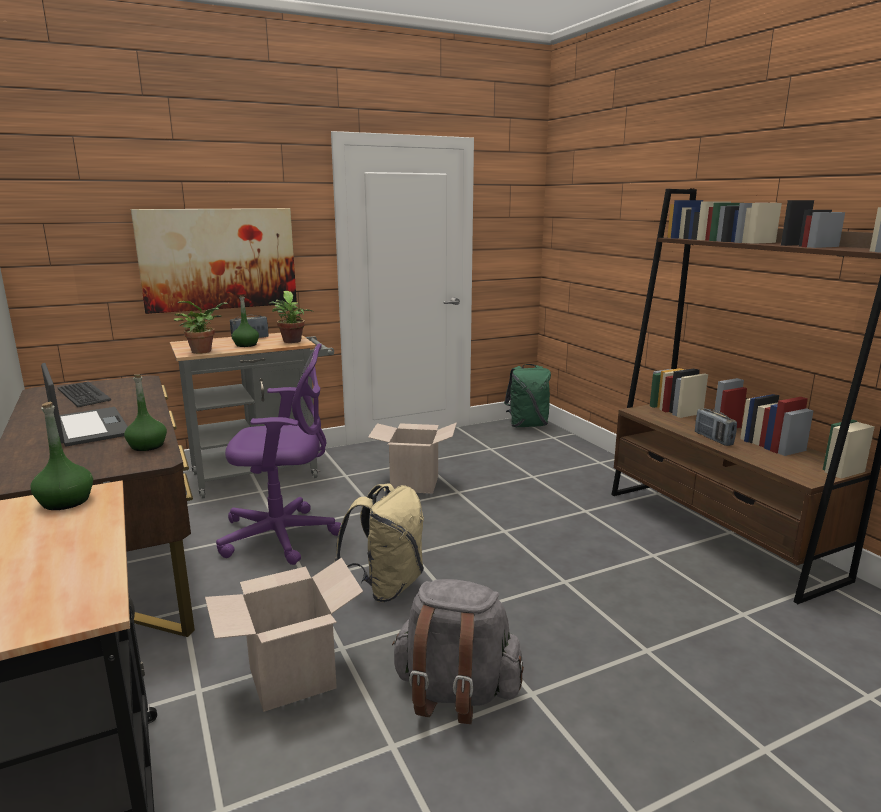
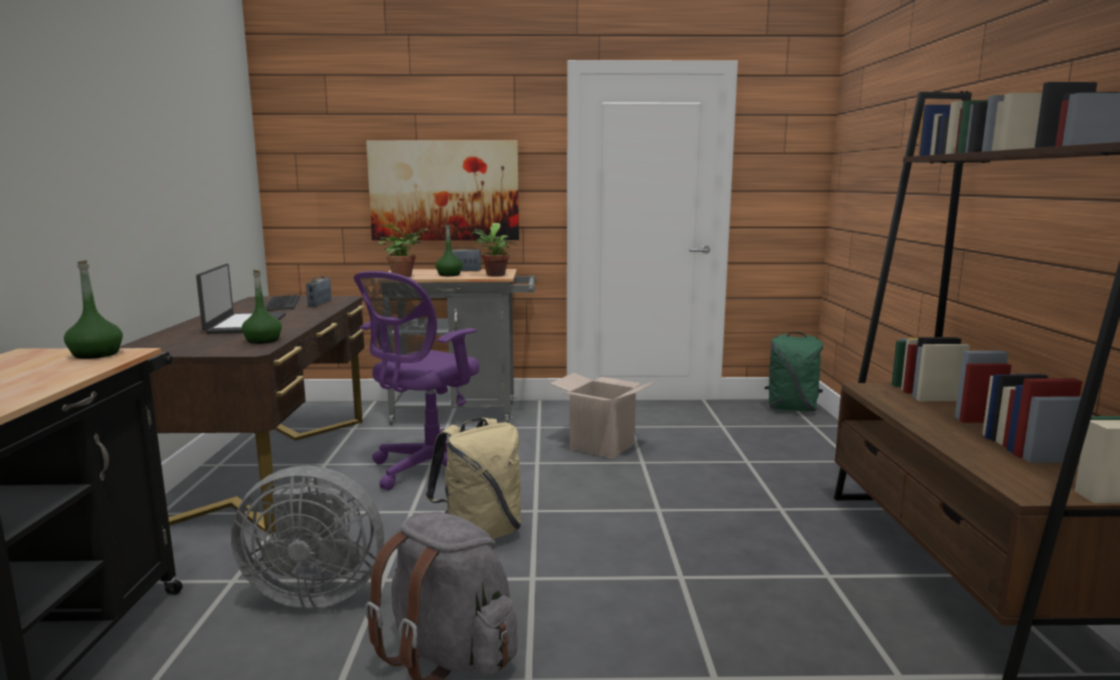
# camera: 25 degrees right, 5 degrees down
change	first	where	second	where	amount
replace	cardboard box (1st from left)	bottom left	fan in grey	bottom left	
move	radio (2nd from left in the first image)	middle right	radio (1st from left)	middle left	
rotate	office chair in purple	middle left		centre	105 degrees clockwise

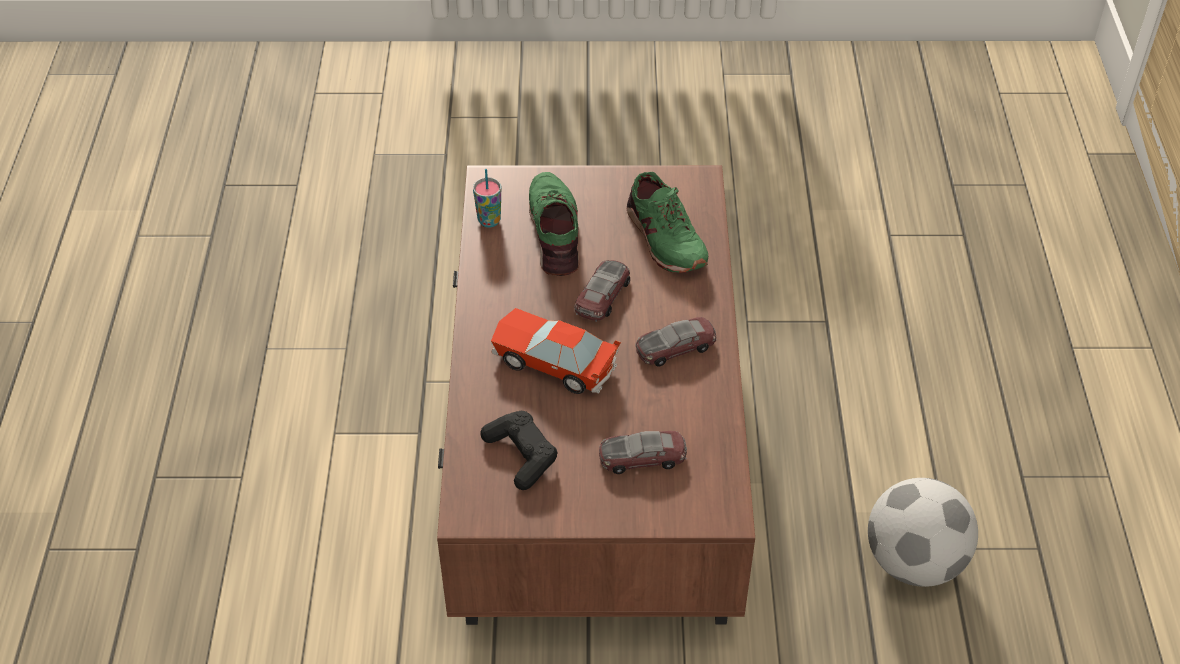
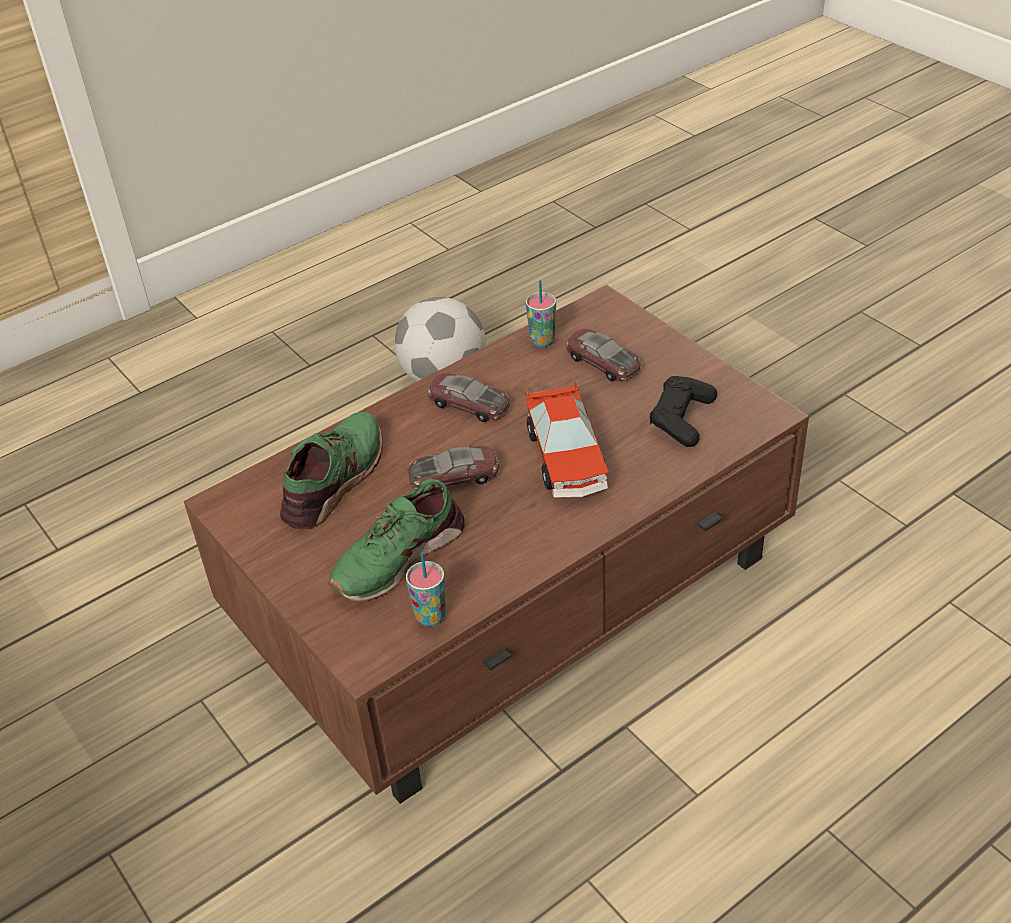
# camera: 125 degrees left, 5 degrees down
change	first	where	second	where	amount
insert			cup (2nd from left)	centre	

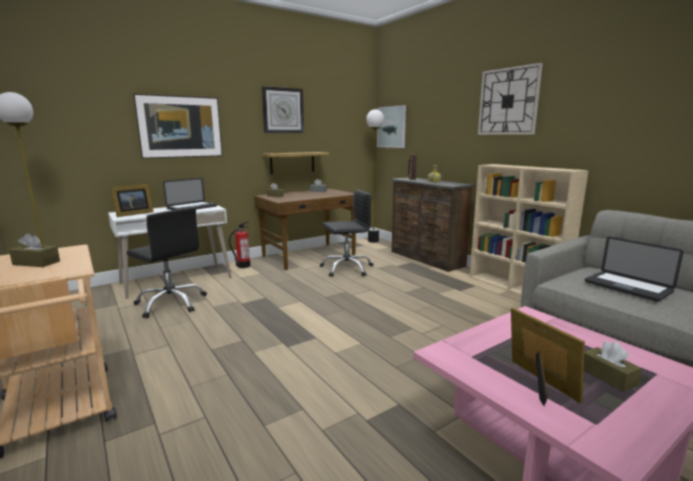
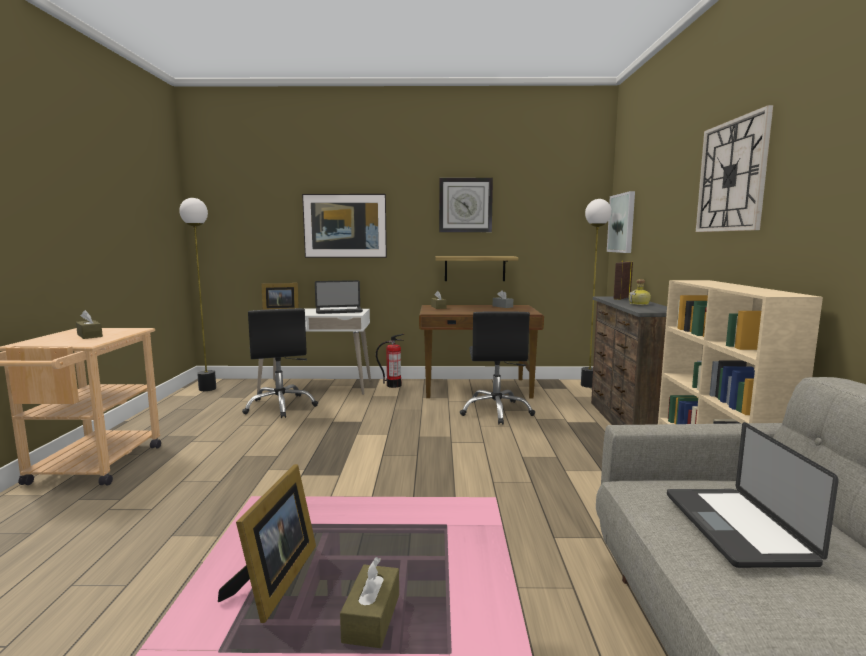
# camera: 35 degrees right, 5 degrees down
change	first	where	second	where	amount
rotate	office chair in black (2nd from left)	centre		centre	75 degrees clockwise

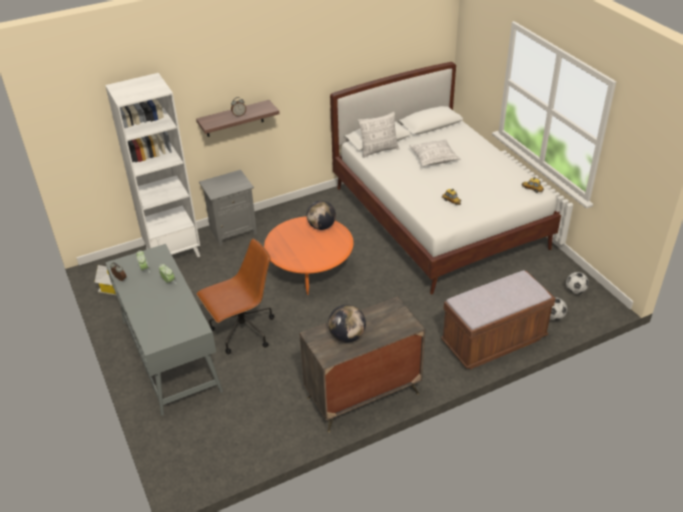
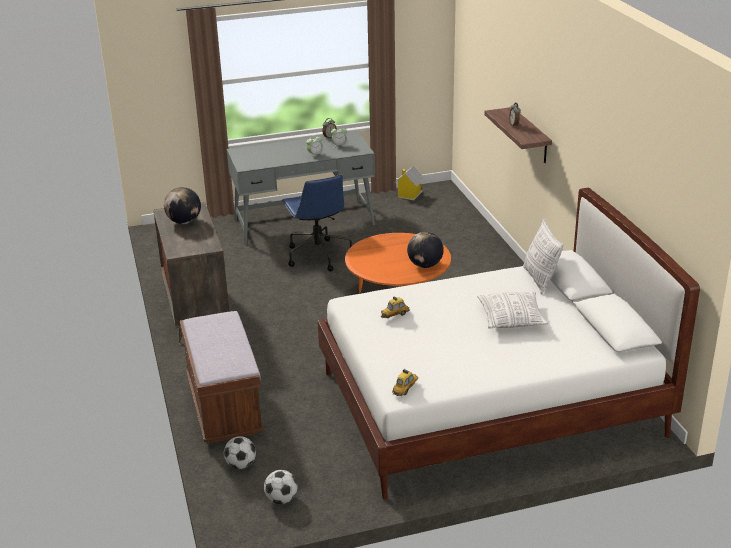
# camera: 100 degrees right, 10 degrees down
change	first	where	second	where	amount
recolor	office chair in brown	centre	office chair in blue	centre	
delete	bookcase in white	top left			
delete	nightstand in grey	centre			

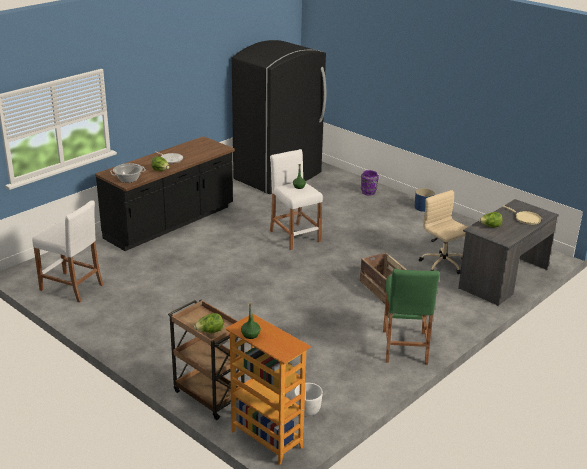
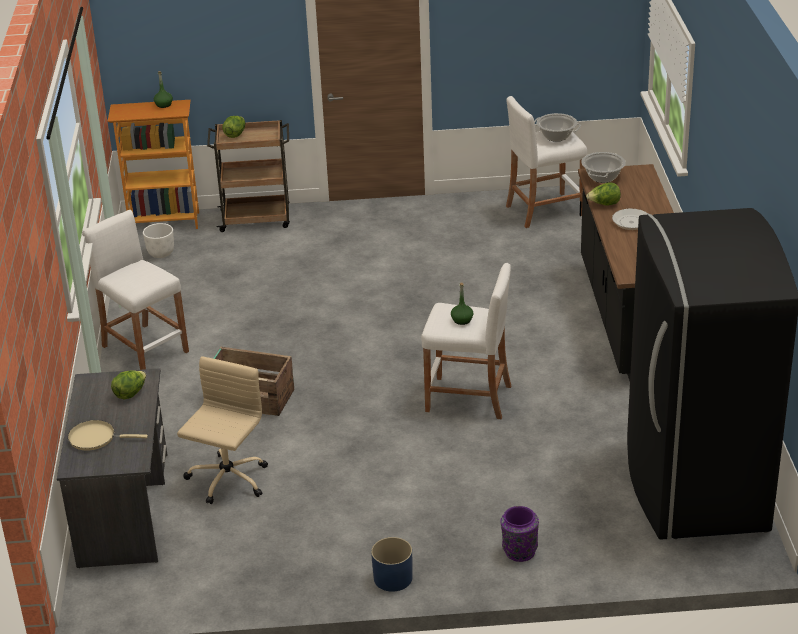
# camera: 135 degrees right, 5 degrees up
change	first	where	second	where	amount
recolor	stool in green	bottom right	stool in white (1st from left)	middle left	
rotate	office chair in beige	middle right		bottom left	75 degrees counterclockwise
insert			cooking pot (1st from left)	top right	

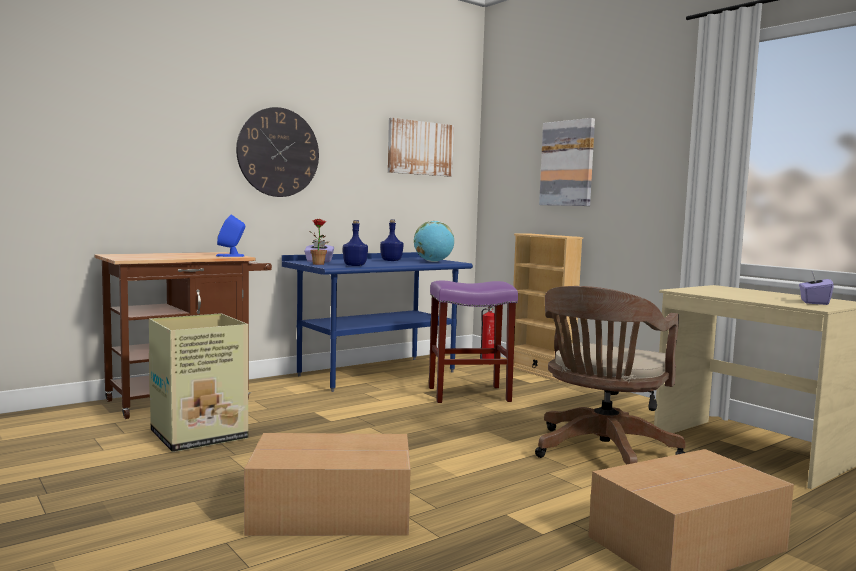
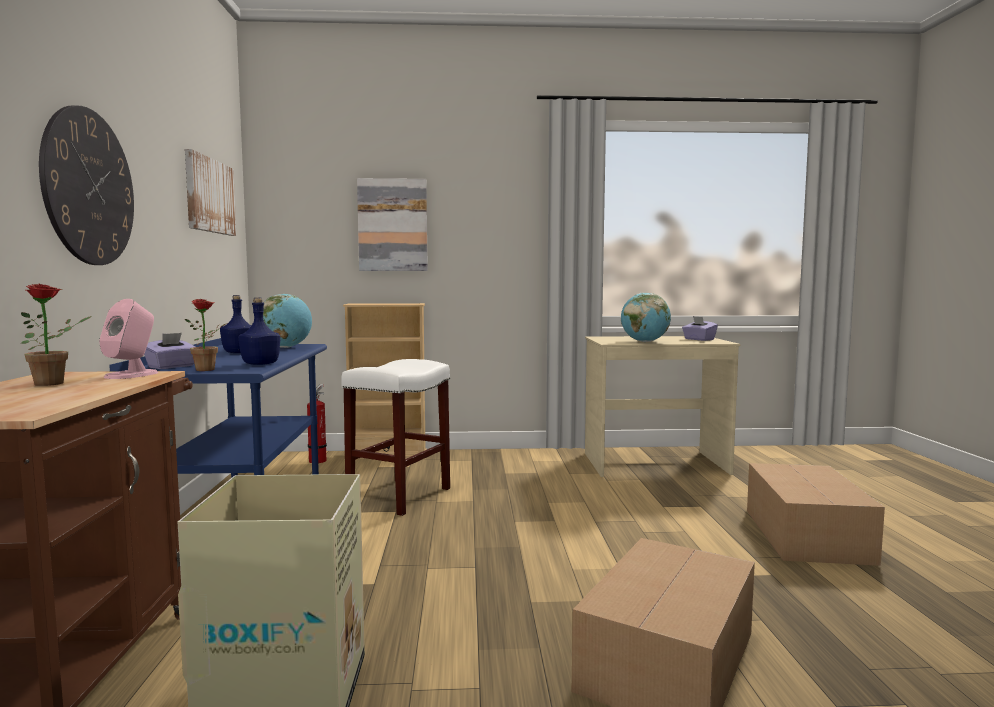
# camera: 55 degrees left, 0 degrees up
change	first	where	second	where	amount
insert			potted plant (1st from left)	middle left	
recolor	speaker in blue	middle left	speaker in pink	middle left	
recolor	stool in purple	centre	stool in white	centre	
insert			globe (2nd from left)	centre	
delete	office chair in brown	middle right			

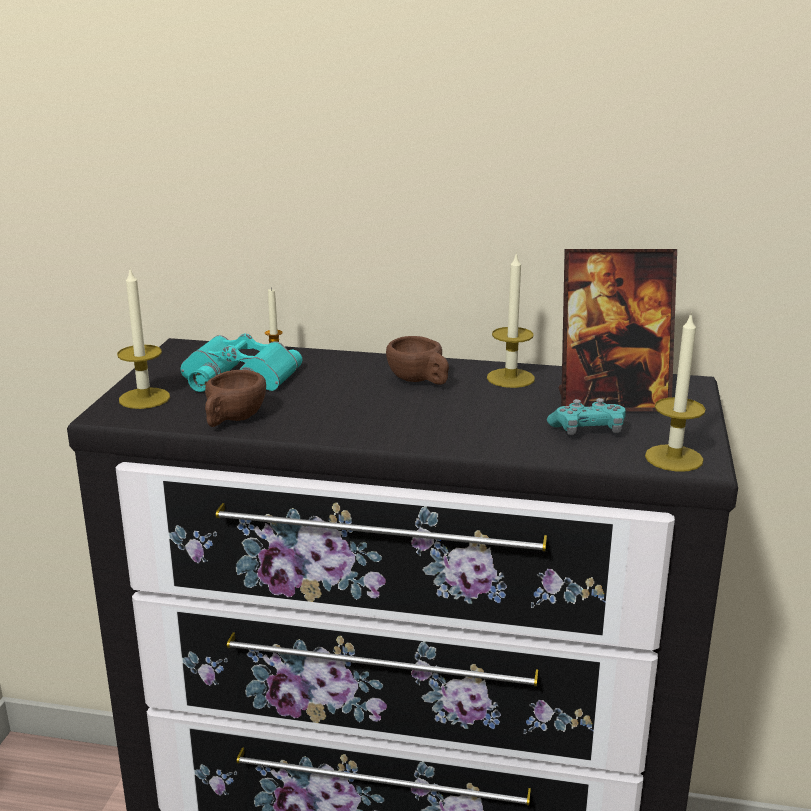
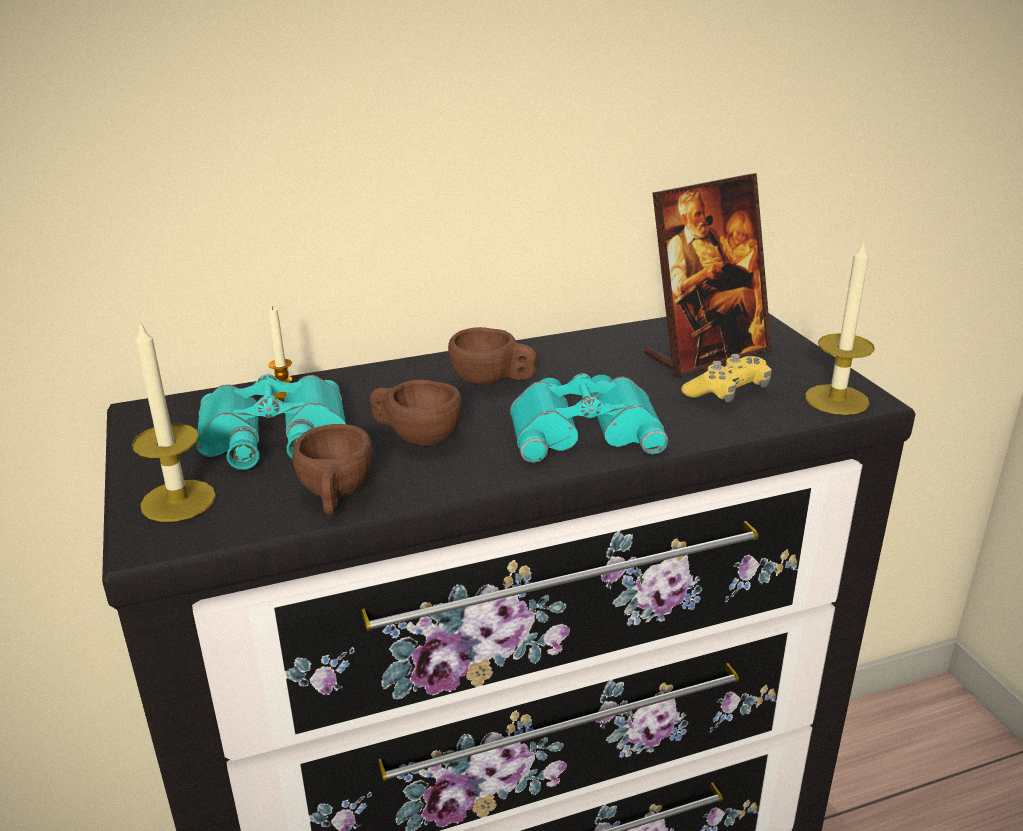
# camera: 30 degrees left, 5 degrees up
change	first	where	second	where	amount
insert			cup in brown (2nd from left)	centre	
insert			binoculars in turquoise (2nd from left)	centre	
recolor	game controller in turquoise	middle right	game controller in yellow	middle right	
delete	candle (3rd from left)	centre			

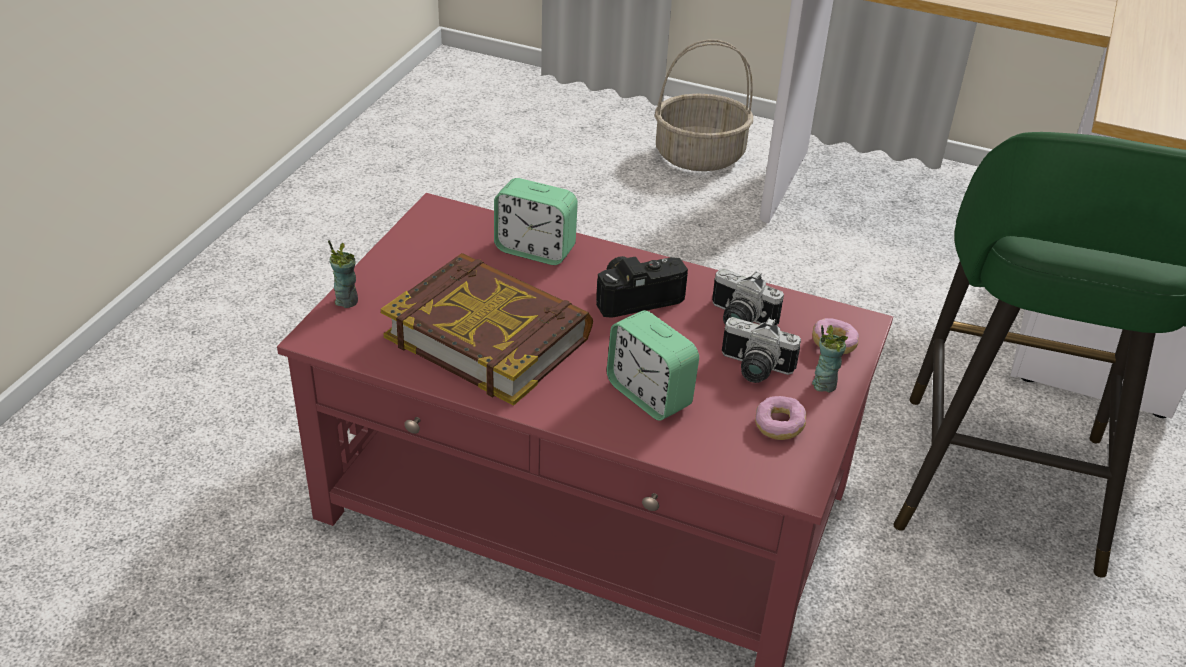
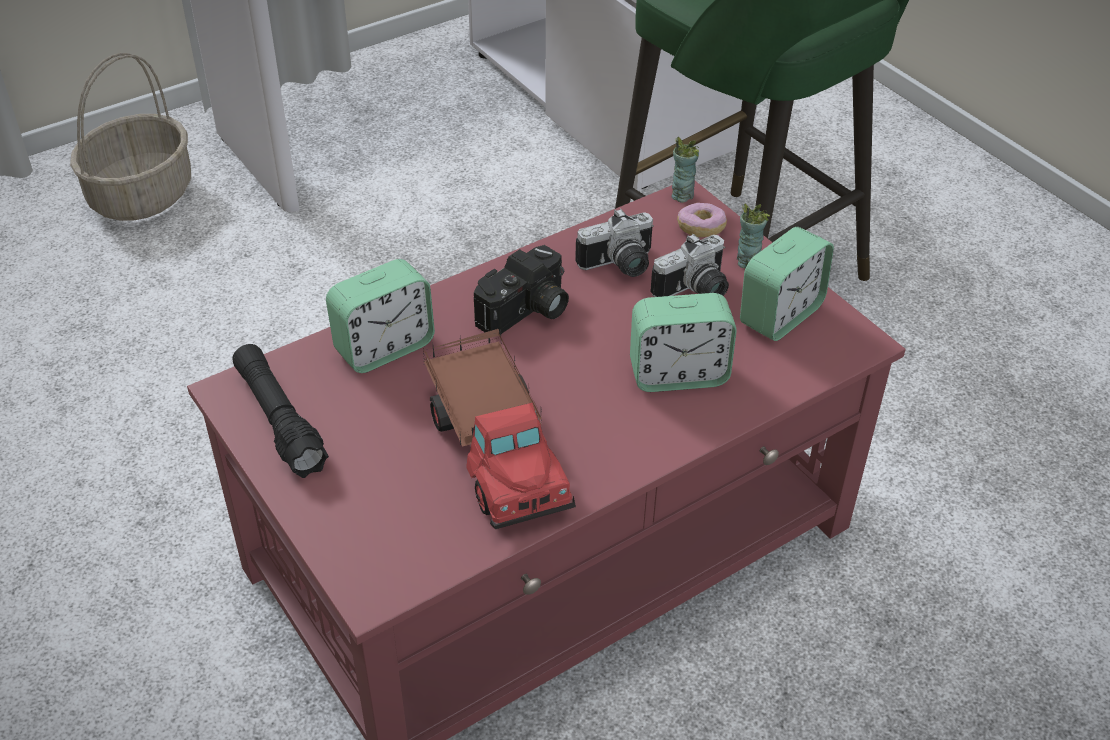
# camera: 55 degrees left, 5 degrees up
change	first	where	second	where	amount
insert			flashlight in black	middle left	
replace	book	centre	toy truck	centre	
rotate	photo camera (1st from left)	centre		centre	150 degrees counterclockwise
move	cup (1st from left)	middle left		top centre	
replace	donut (1st from left)	centre	alarm clock (3rd from left)	middle right	

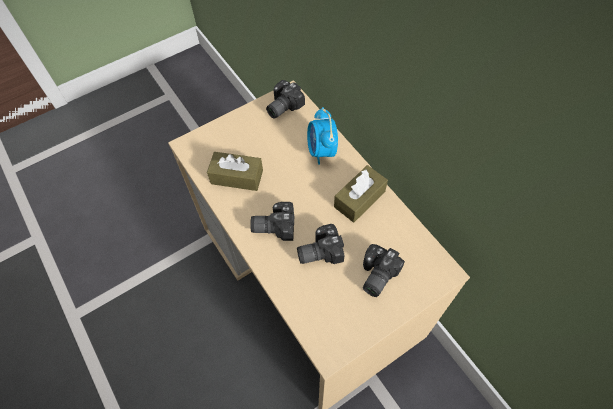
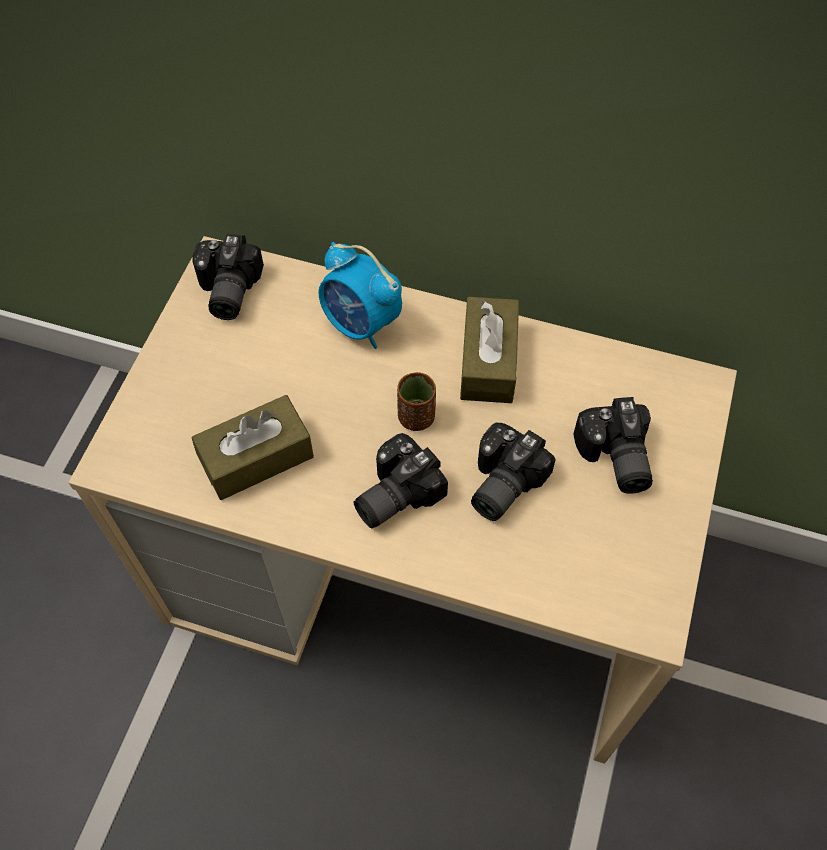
# camera: 40 degrees left, 0 degrees up
change	first	where	second	where	amount
insert			cup in brown	centre	

